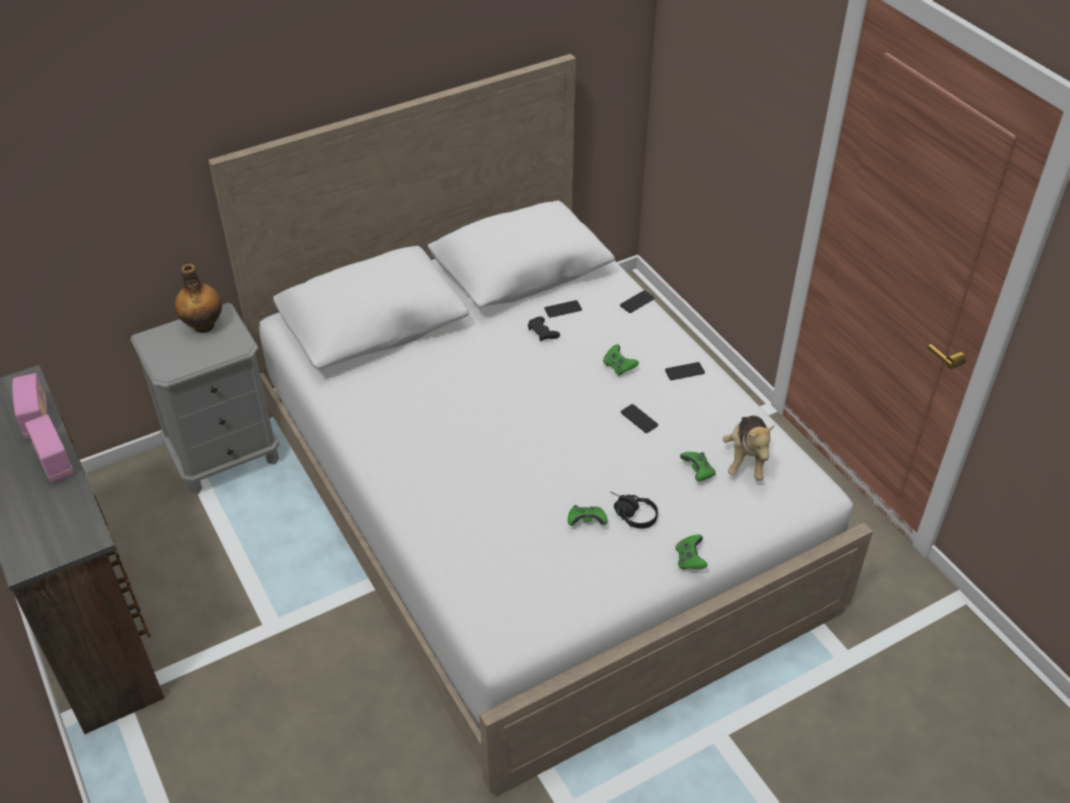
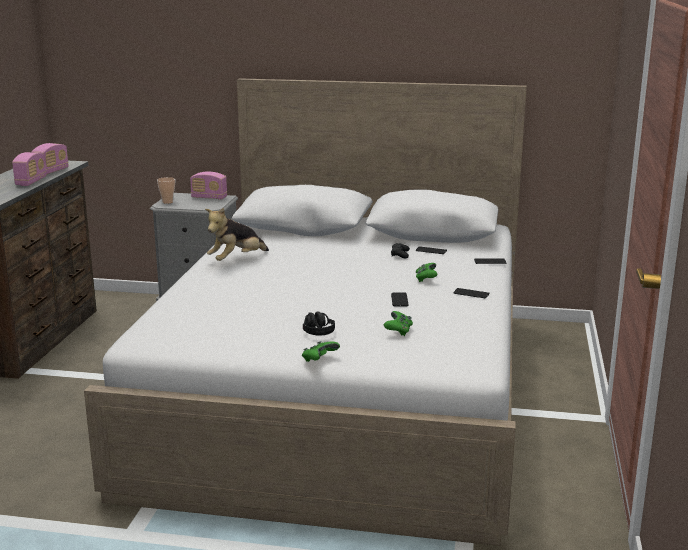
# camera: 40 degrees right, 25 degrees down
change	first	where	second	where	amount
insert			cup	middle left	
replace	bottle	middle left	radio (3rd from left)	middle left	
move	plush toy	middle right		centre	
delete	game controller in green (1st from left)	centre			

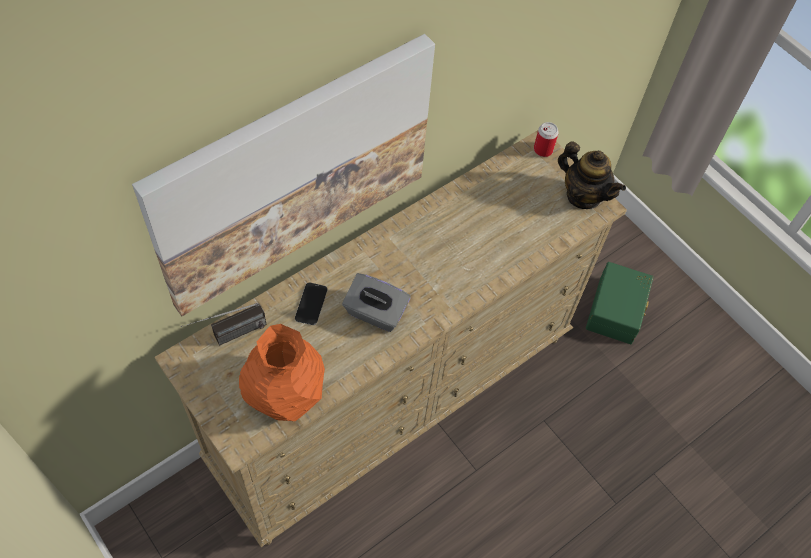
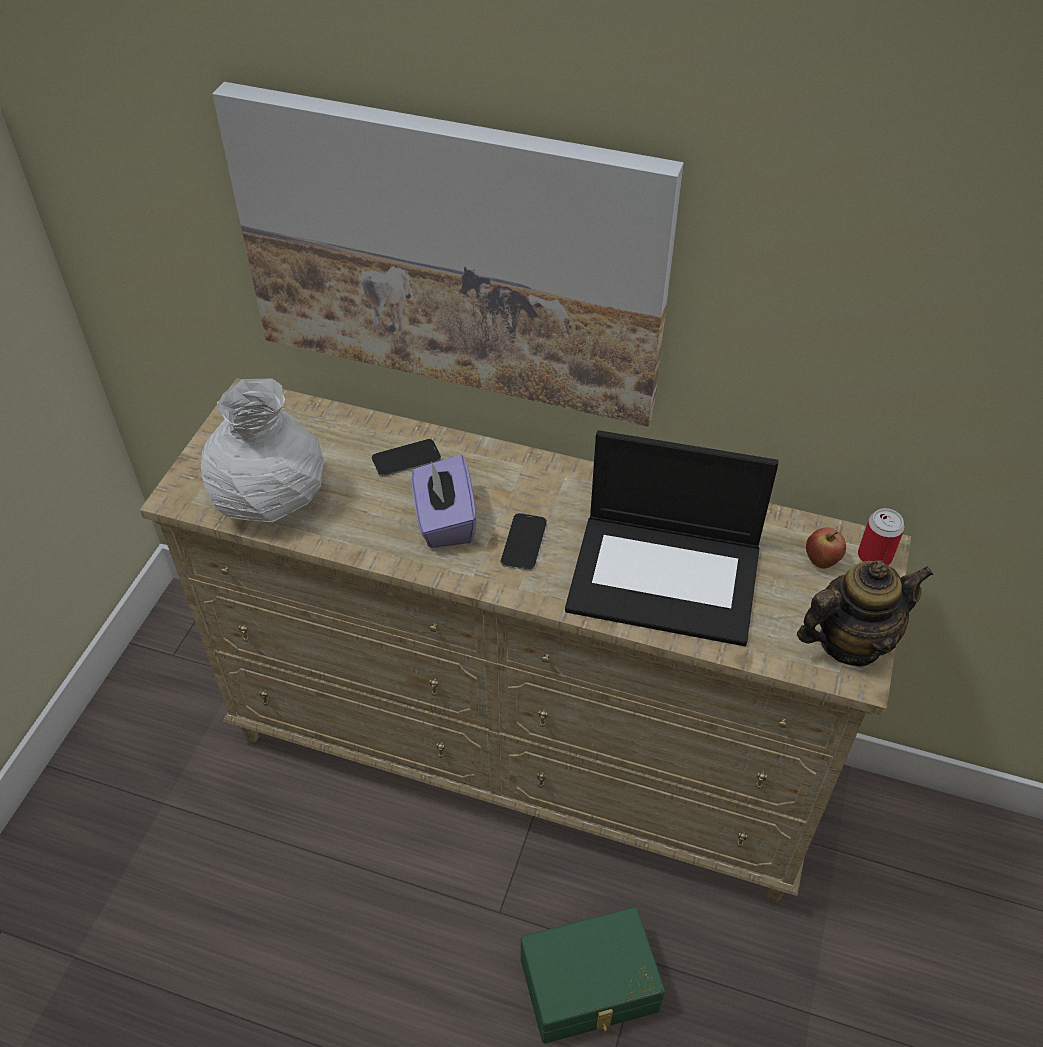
# camera: 60 degrees right, 10 degrees down
change	first	where	second	where	amount
recolor	vase in orange	bottom centre	vase in white	middle left	
recolor	tissue box in grey	centre	tissue box in purple	centre	
insert			phone (2nd from left)	centre	
move	storage box in green	middle right		bottom centre	
insert			laptop	centre	
rotate	teapot	top right		middle right	120 degrees counterclockwise
insert			apple	middle right	
delete	radio	middle left			

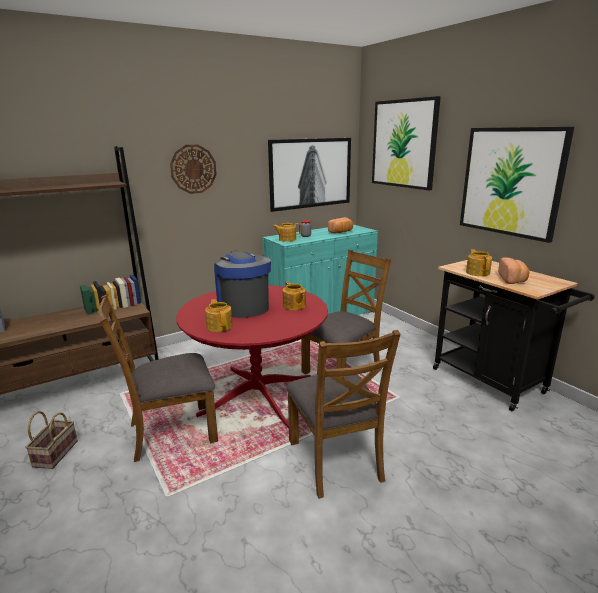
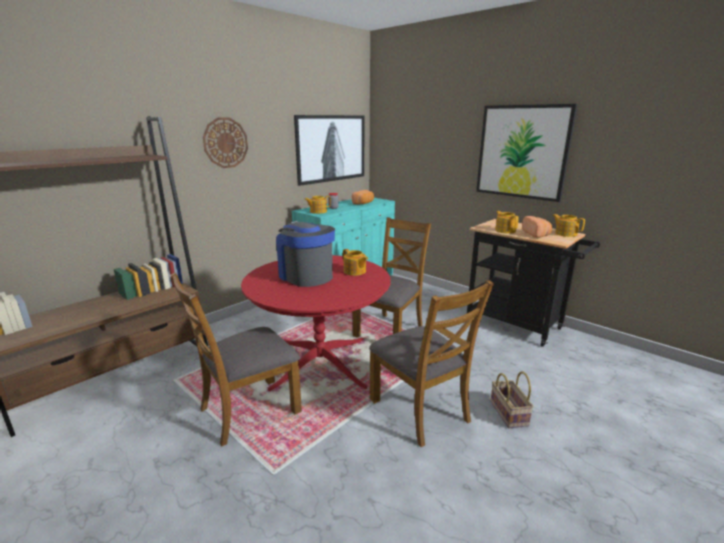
# camera: 15 degrees left, 0 degrees up
change	first	where	second	where	amount
move	basket	bottom left		bottom right	
move	teapot (1st from left in the first image)	centre	teapot (4th from left)	middle right	
delete	picture (2nd from left)	top right			

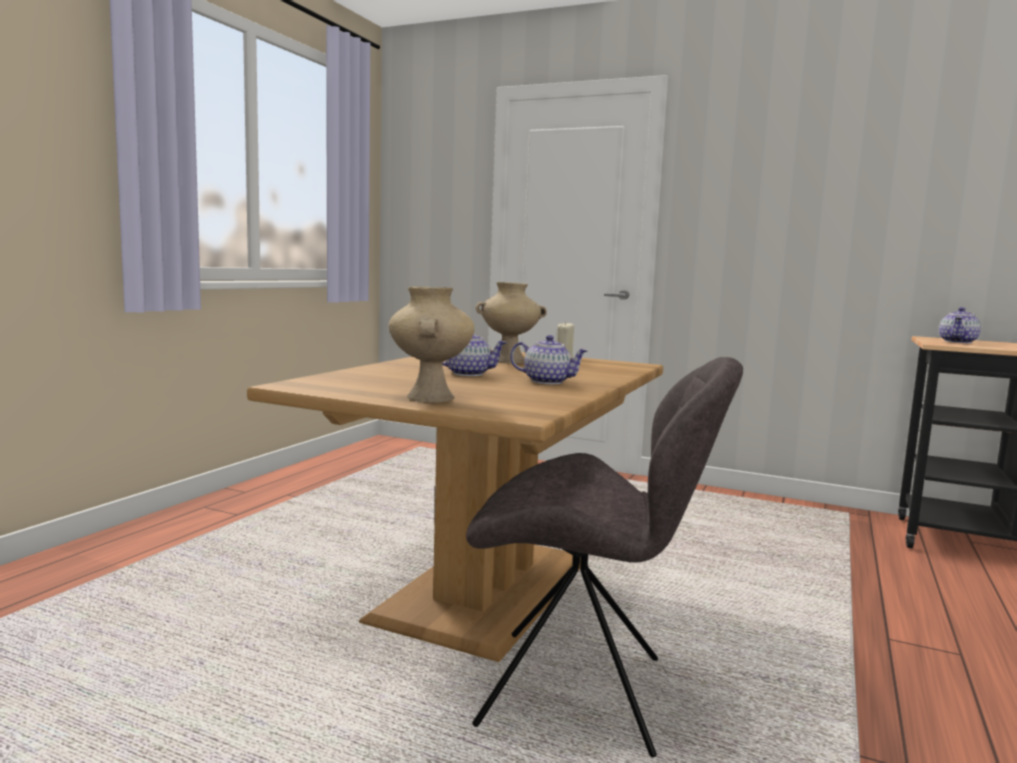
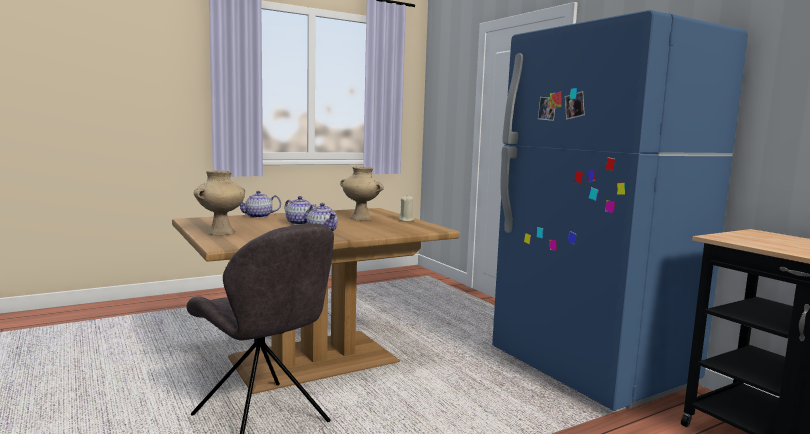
# camera: 35 degrees right, 0 degrees up
change	first	where	second	where	amount
move	teapot (3rd from left in the first image)	middle right	teapot (1st from left)	middle left	
insert			fridge in blue	middle right	

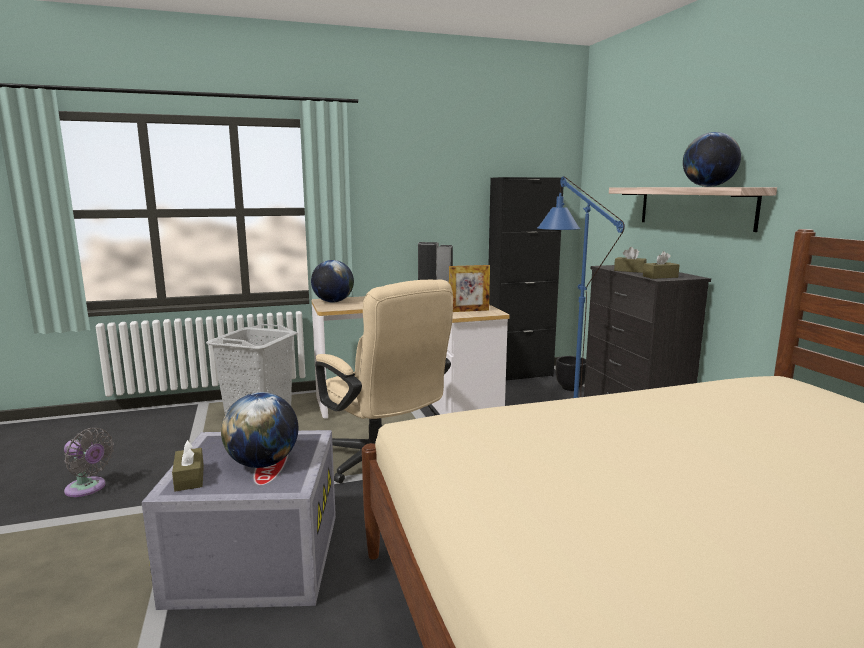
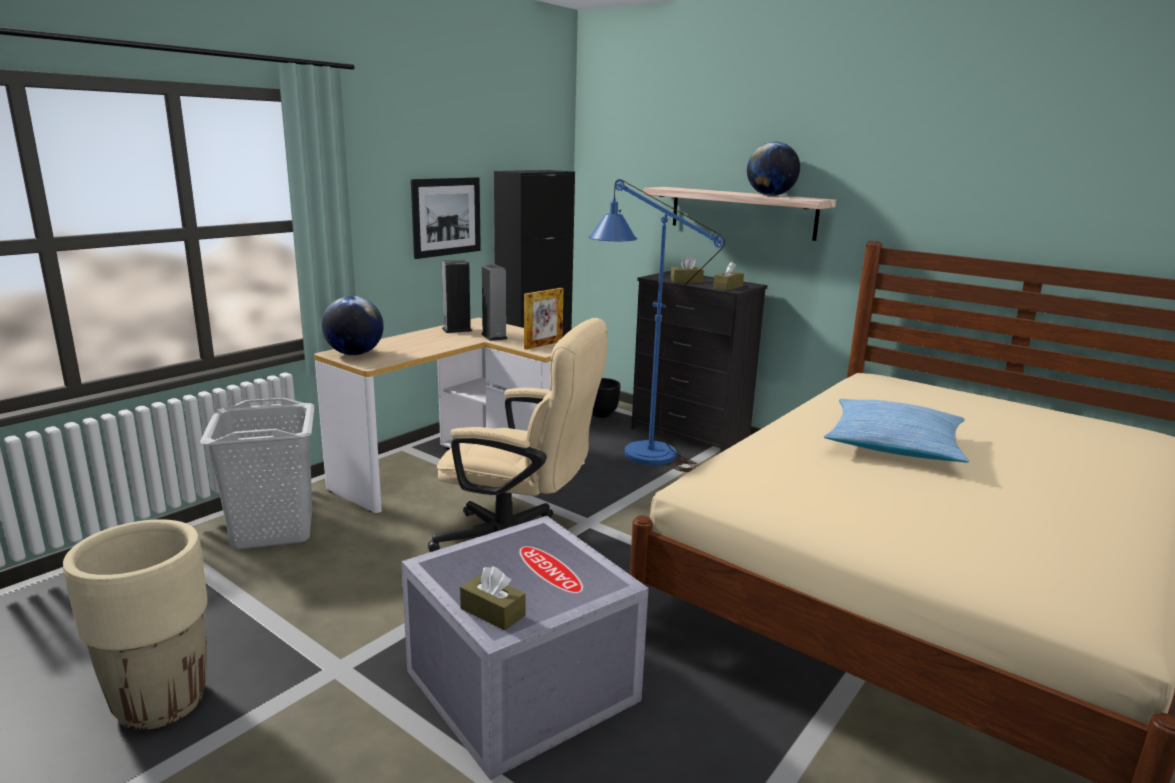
# camera: 35 degrees left, 5 degrees up
change	first	where	second	where	amount
replace	fan in grey	bottom left	planter in beige	bottom left	
insert			picture	top centre	
insert			pillow	middle right	
delete	globe (1st from left)	middle left			

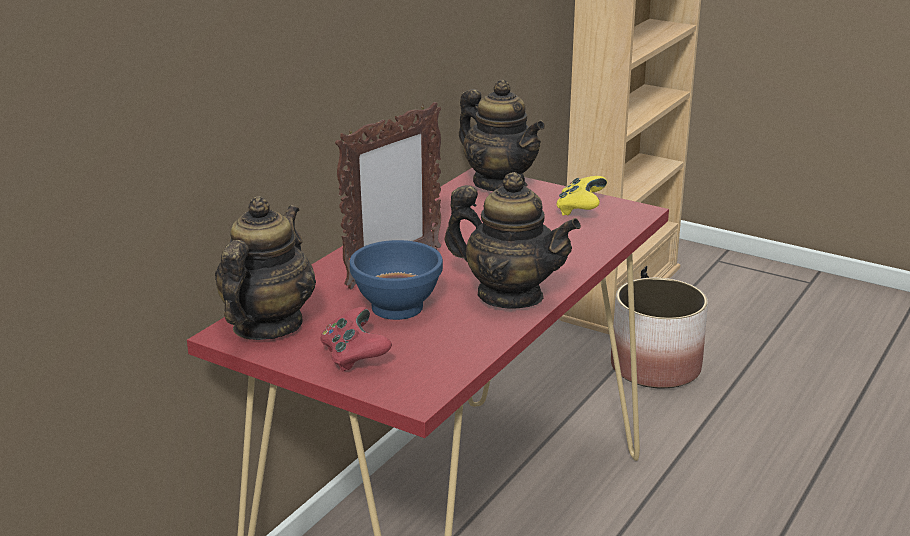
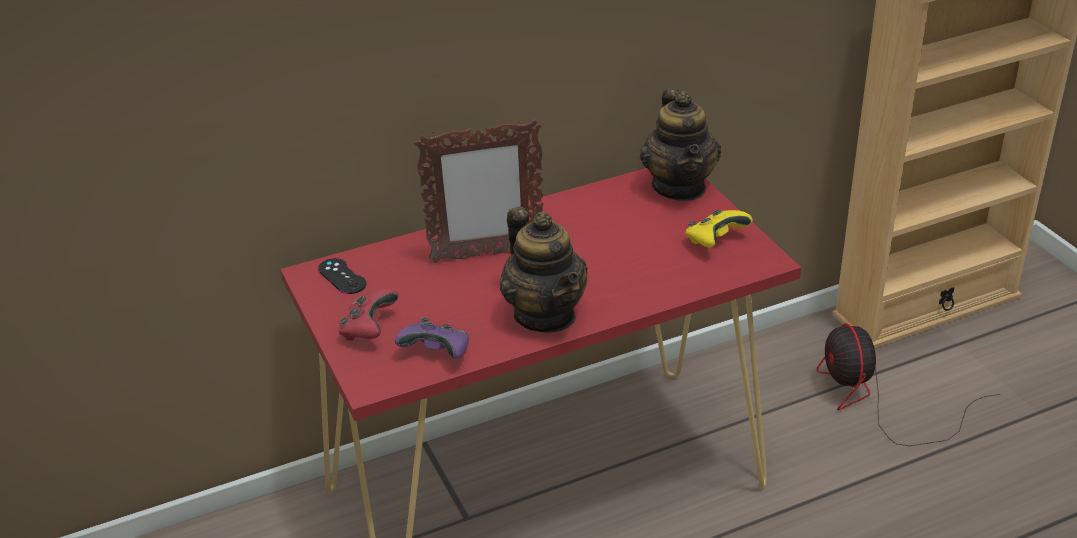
# camera: 35 degrees right, 10 degrees up
change	first	where	second	where	amount
replace	teapot (1st from left)	middle left	game controller in black	middle left	
insert			game controller in purple	centre	
replace	planter	middle right	fan	bottom right	
delete	bowl in blue	centre			

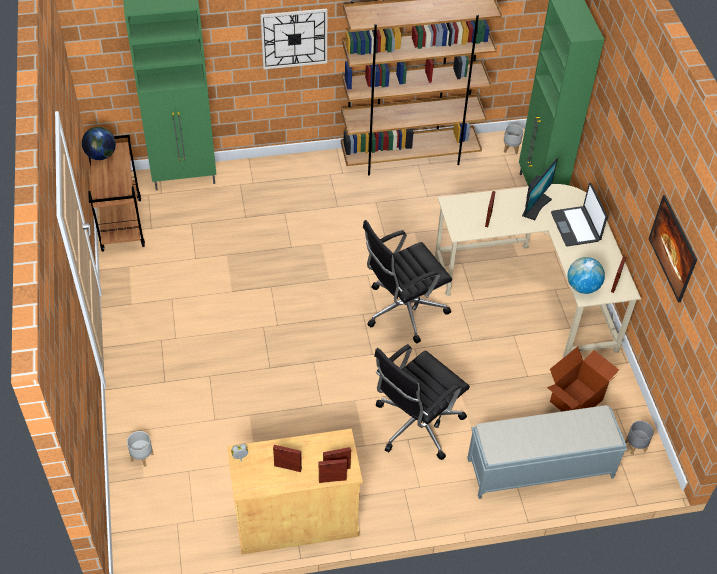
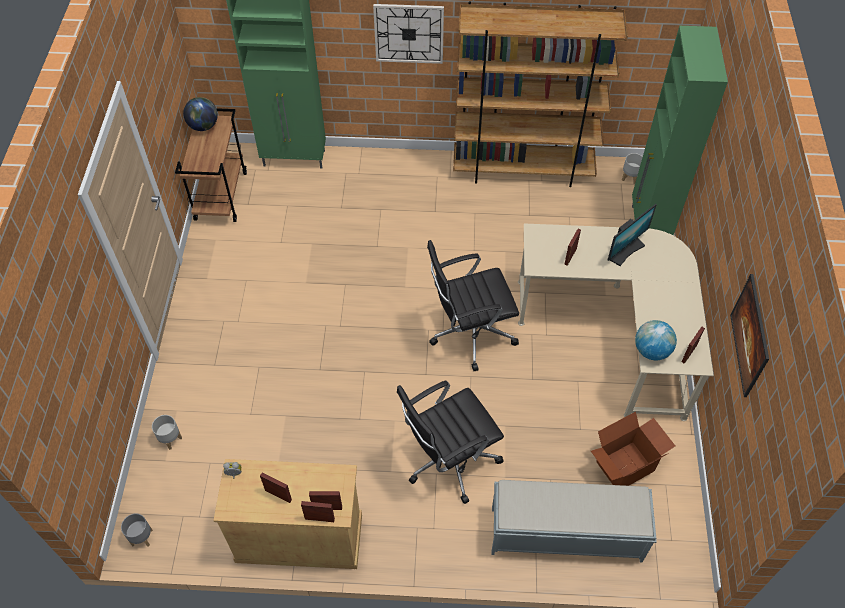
# camera: 15 degrees right, 5 degrees up
change	first	where	second	where	amount
move	planter in grey (3rd from left in the first image)	bottom right	planter in grey (1st from left)	bottom left	
delete	laptop	middle right			

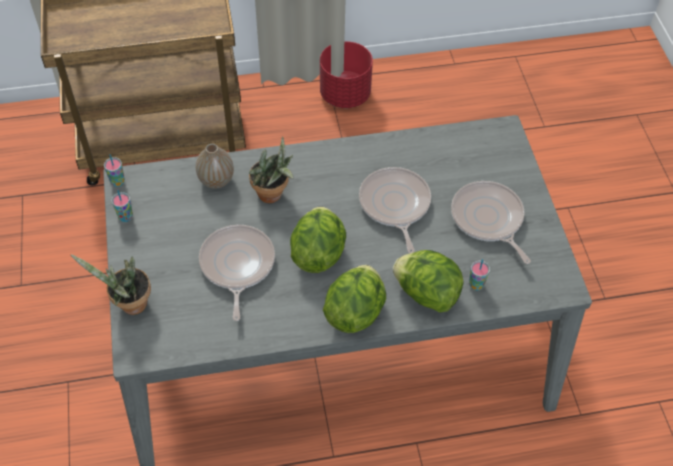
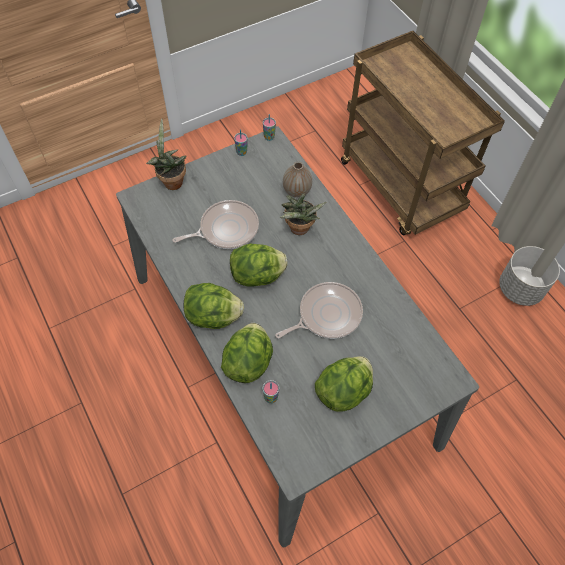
# camera: 70 degrees right, 5 degrees up
change	first	where	second	where	amount
replace	frying pan (3rd from left)	middle right	lettuce (4th from left)	bottom centre	
recolor	planter in red	top centre	planter in grey	middle right	

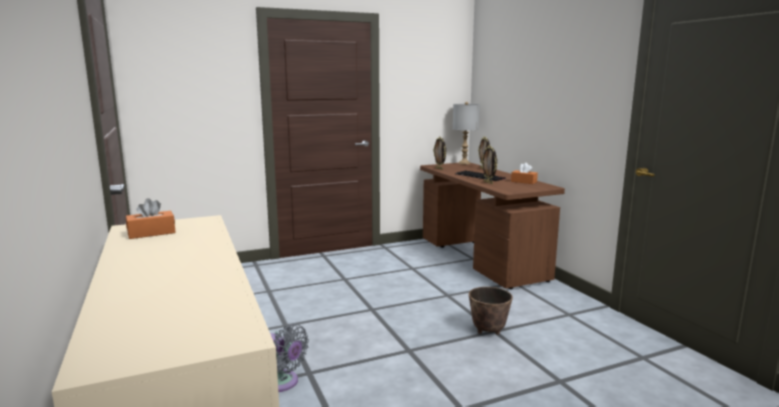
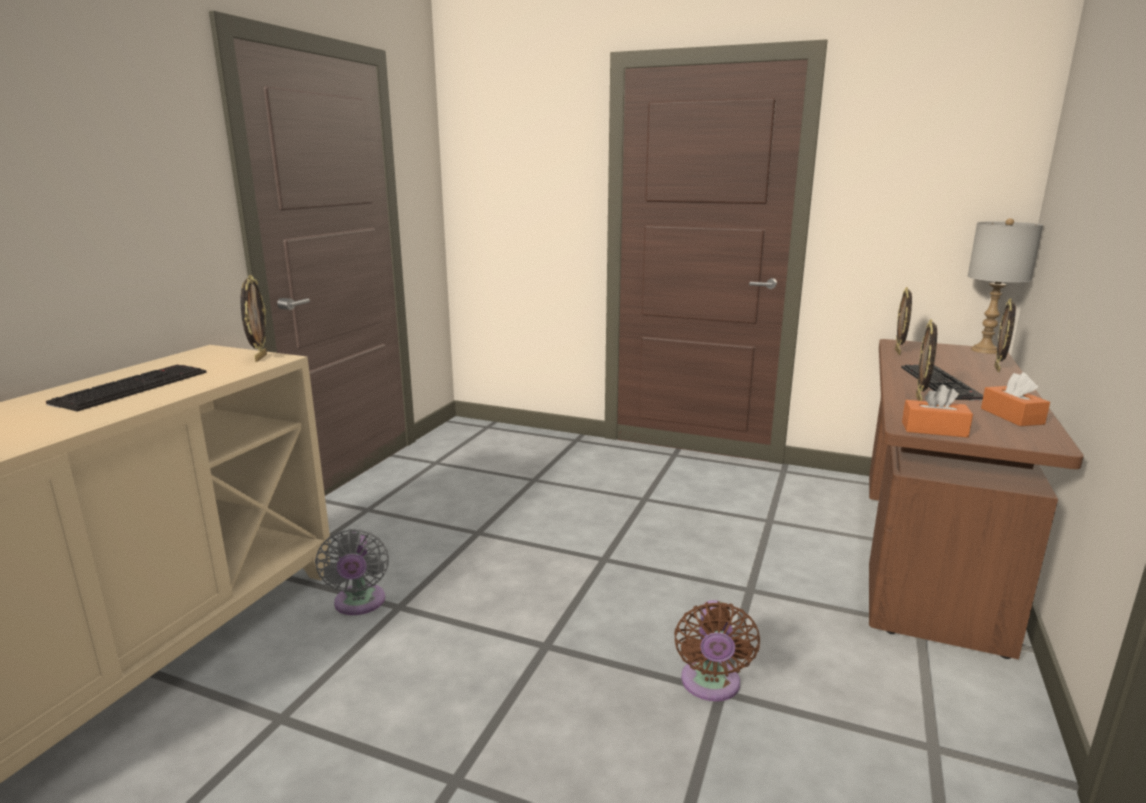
# camera: 45 degrees right, 5 degrees up
change	first	where	second	where	amount
insert			keyboard (1st from left)	middle left	
insert			picture frame (1st from left)	middle left	
replace	planter	bottom centre	fan in brown	bottom centre	
move	tissue box in orange (1st from left)	middle left		middle right	

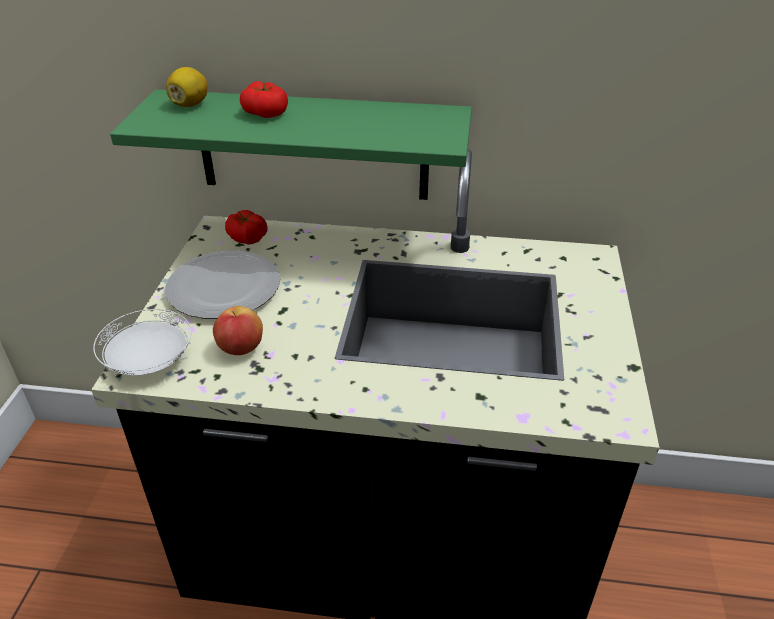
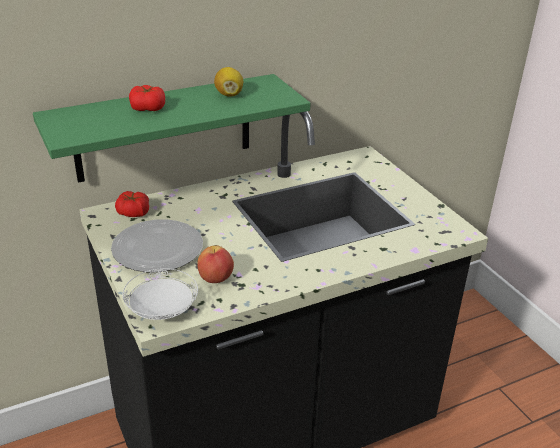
# camera: 35 degrees left, 5 degrees down
change	first	where	second	where	amount
move	lemon	top left		top centre	

